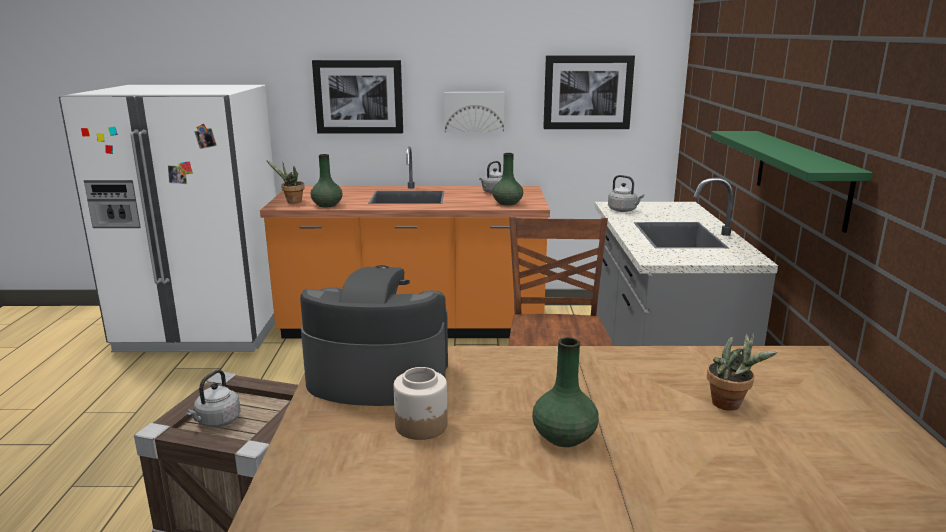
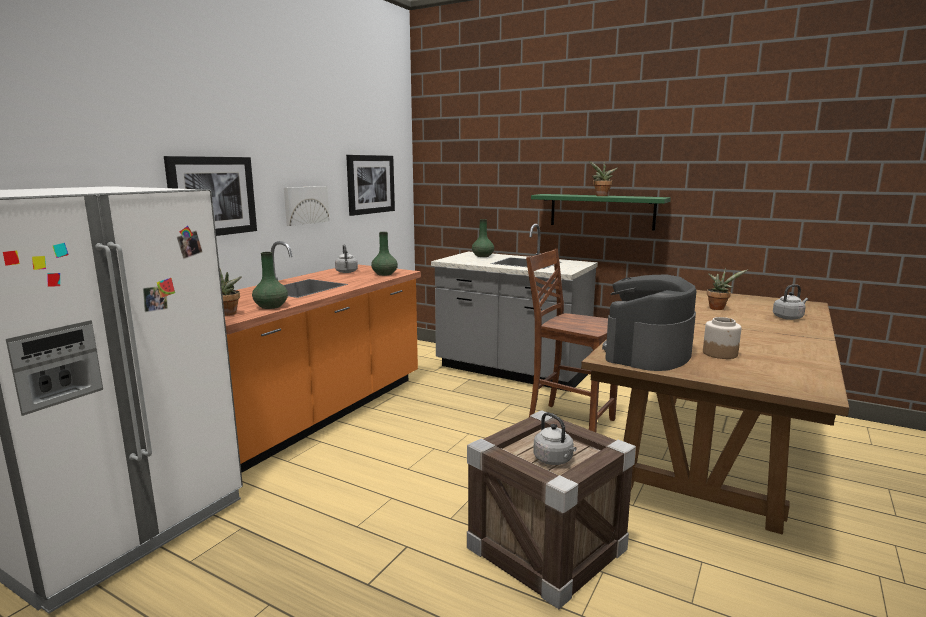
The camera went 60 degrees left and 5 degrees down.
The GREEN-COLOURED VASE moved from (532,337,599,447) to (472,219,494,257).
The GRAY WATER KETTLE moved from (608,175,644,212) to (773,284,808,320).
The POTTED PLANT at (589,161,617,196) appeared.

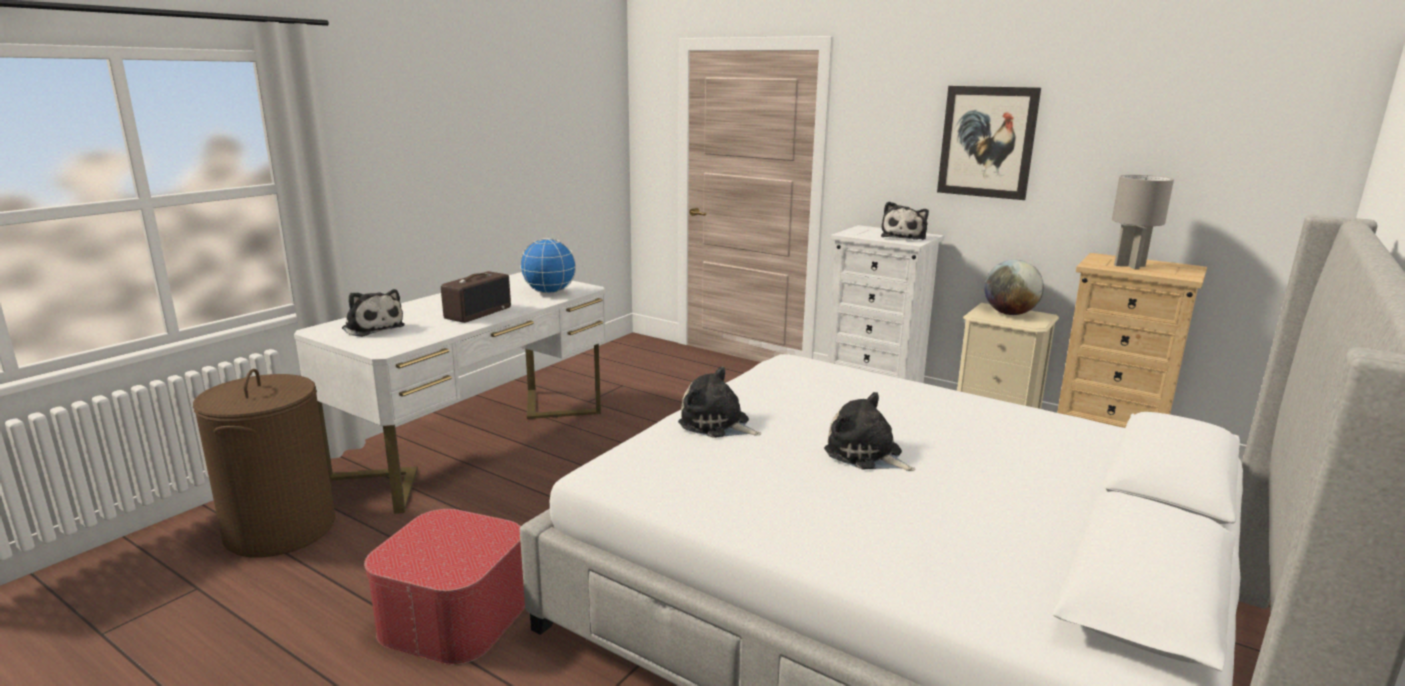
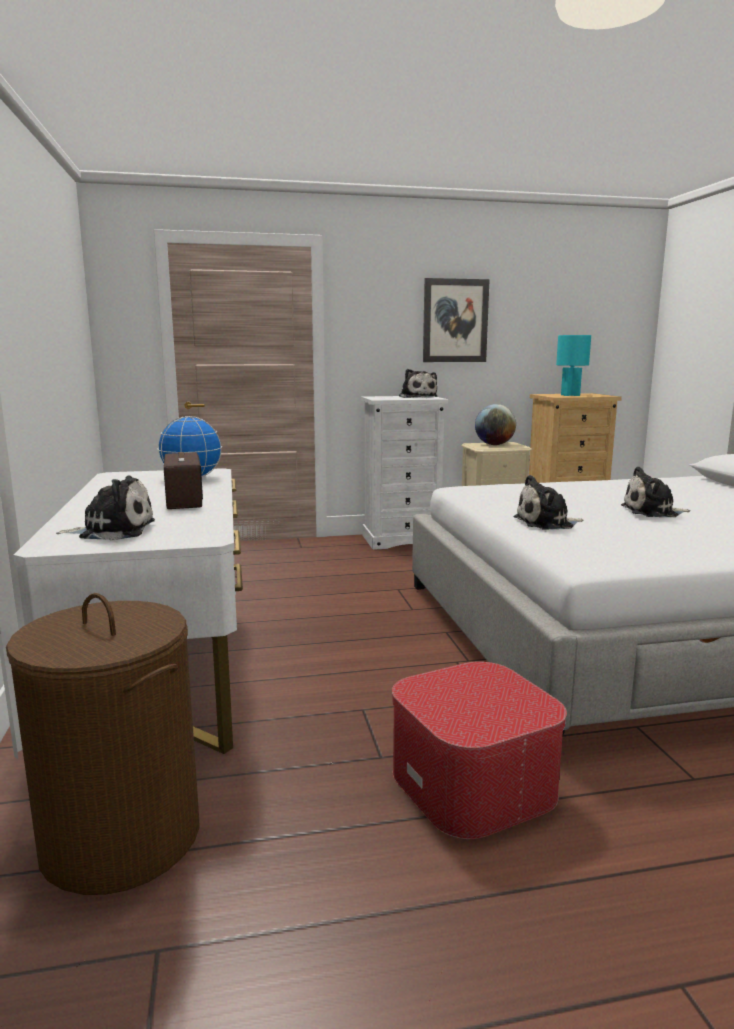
The camera went 45 degrees left and 5 degrees down.
The GRAY TABLETOP LAMP at (1112,175,1174,269) became the TURQUOISE-COLOURED TABLETOP LAMP at (556,335,591,396).

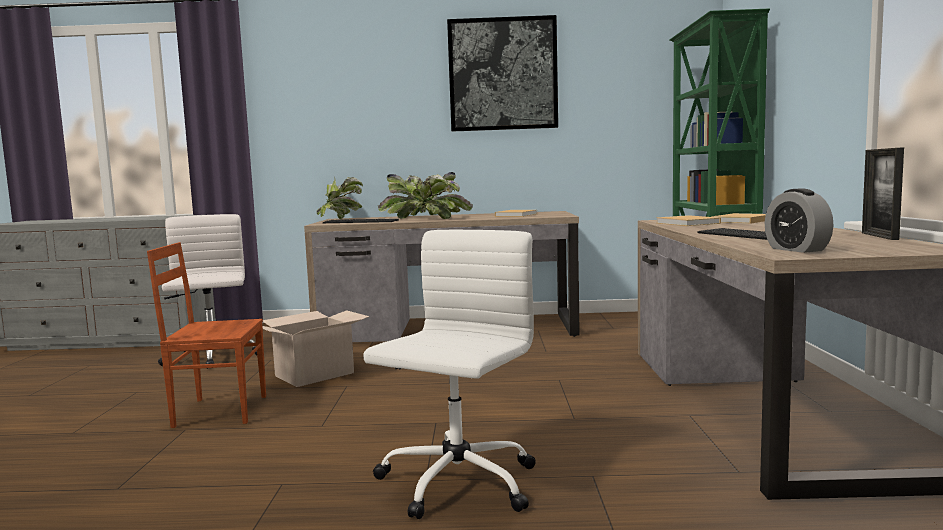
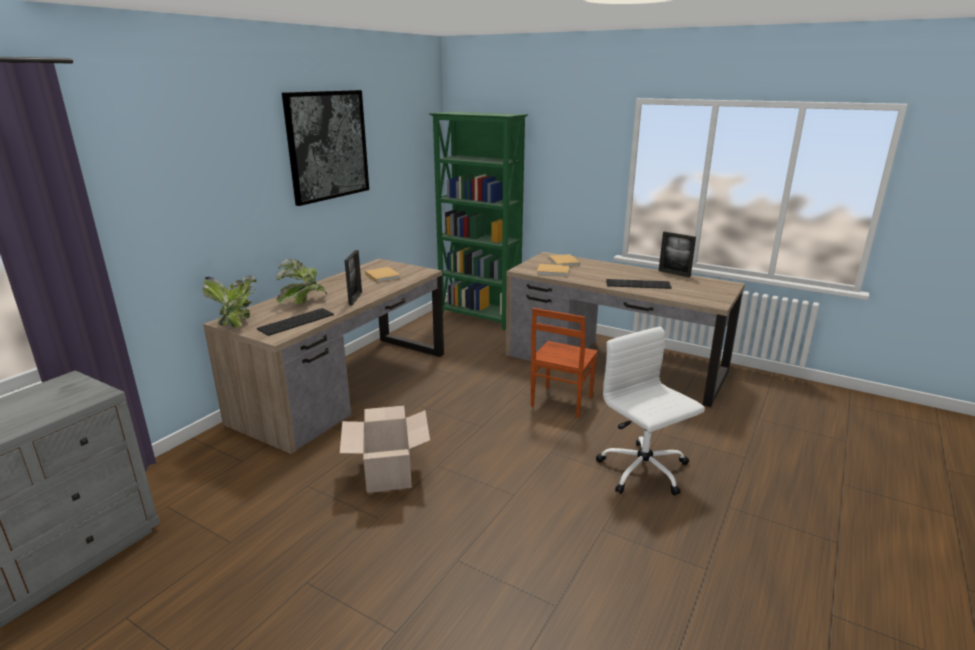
The camera went 60 degrees left and 15 degrees up.
The BROWN-COLOURED CHAIR moved from (147,242,266,428) to (531,308,598,418).
The WHITISH DESK CHAIR at (158,214,257,369) disappeared.
The POTTED PLANT at (410,172,473,219) was replaced by the PICTURE FRAME at (344,250,362,305).
The BEDSIDE CLOCK at (765,188,834,253) disappeared.

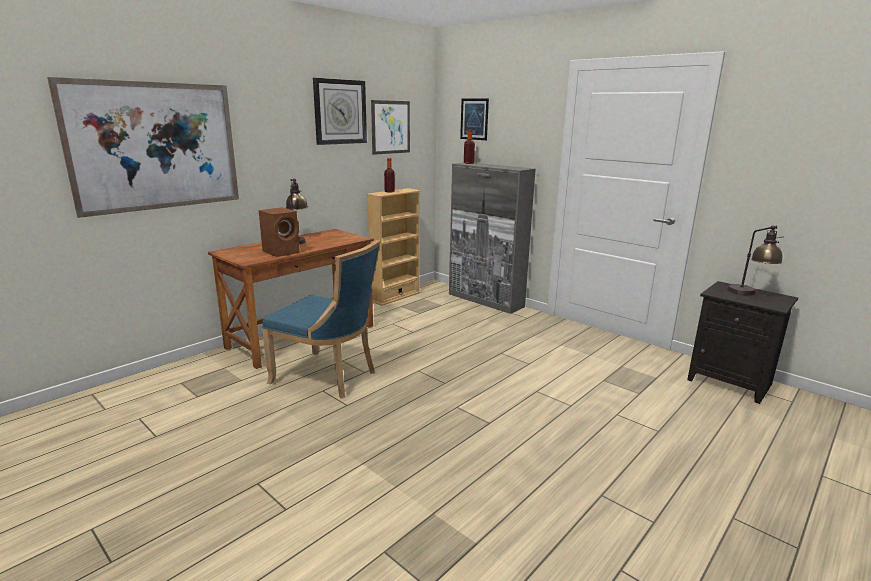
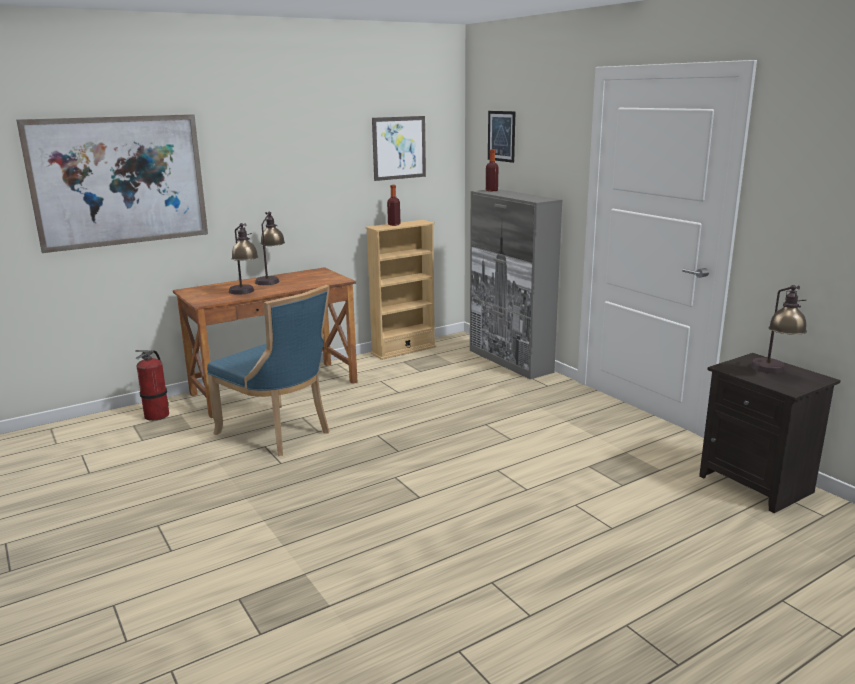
The camera went 15 degrees right and 0 degrees up.
The BROWN-COLOURED SPEAKER at (259,207,300,257) was replaced by the TABLETOP LAMP at (229,223,259,295).
The HANGING CLOCK at (313,78,367,145) disappeared.
The EXTINGUISHER at (135,350,169,421) appeared.

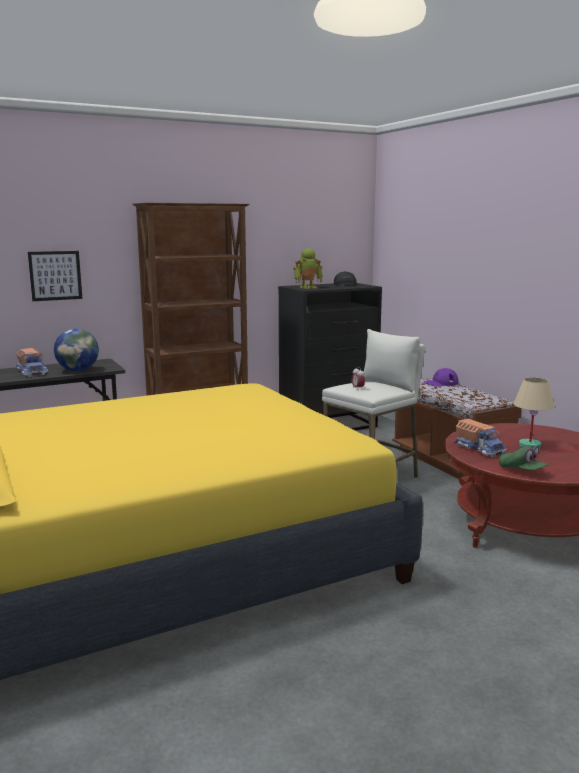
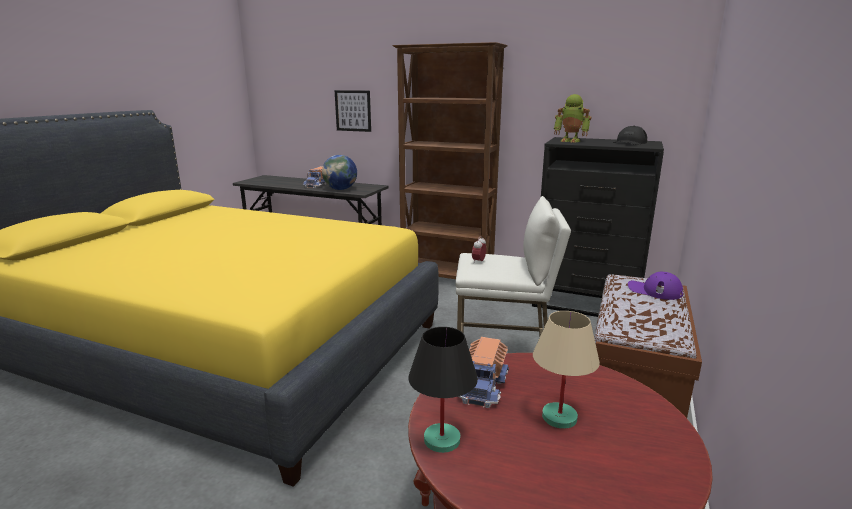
The camera went 50 degrees right and 5 degrees up.
The GREEN-COLOURED PEAKED CAP at (499,445,548,470) was replaced by the BLACK-COLOURED TABLETOP LAMP at (408,327,478,453).

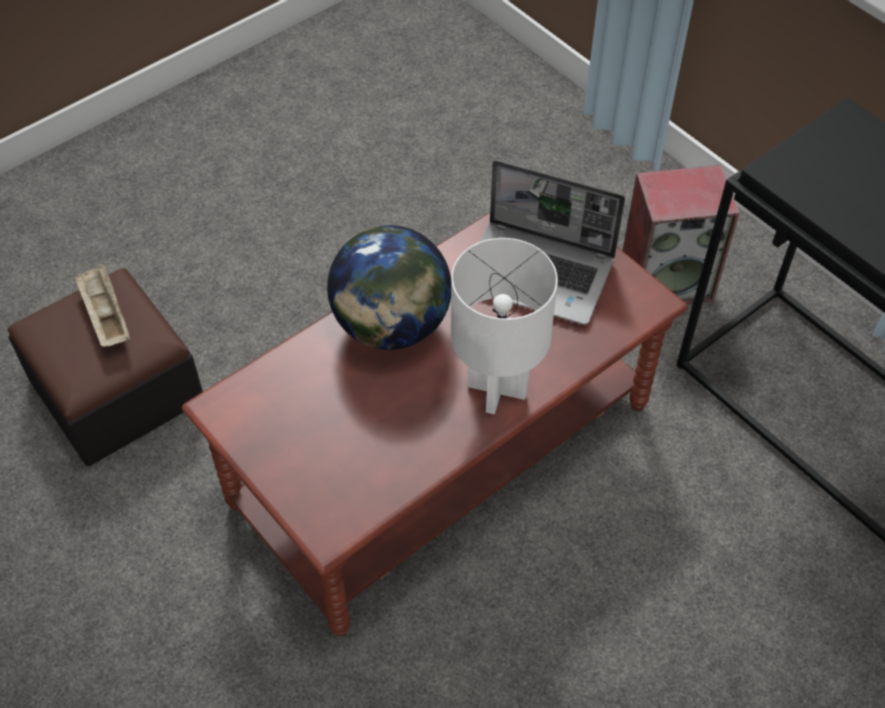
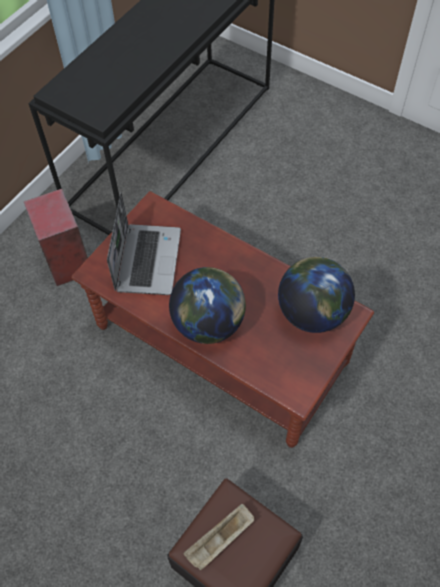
The camera went 105 degrees left and 5 degrees up.
The WHITISH TABLETOP LAMP at (451,238,558,414) disappeared.
The DESK GLOBE at (278,257,355,333) appeared.

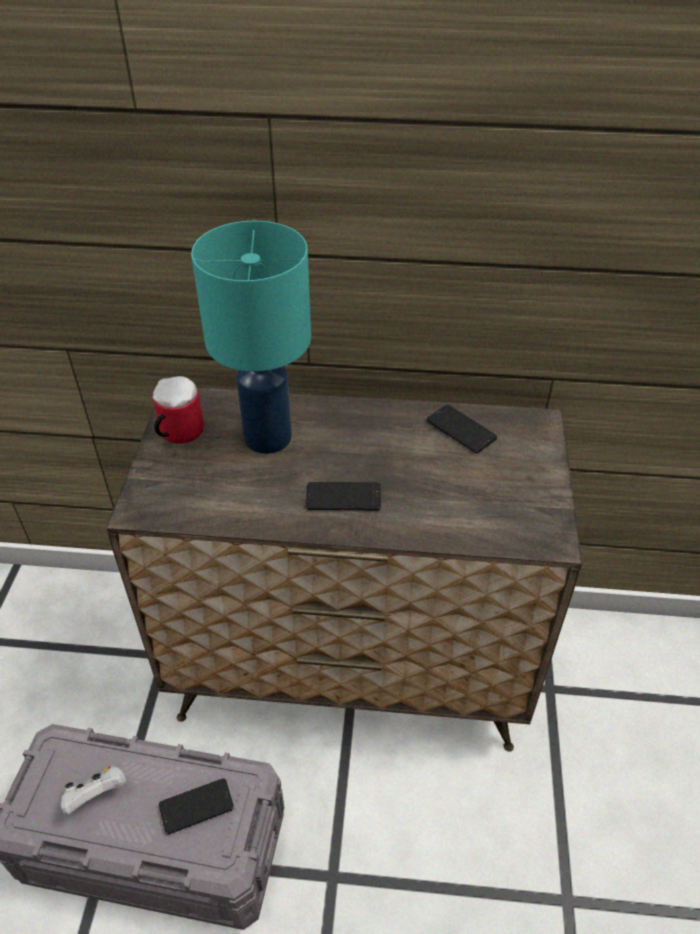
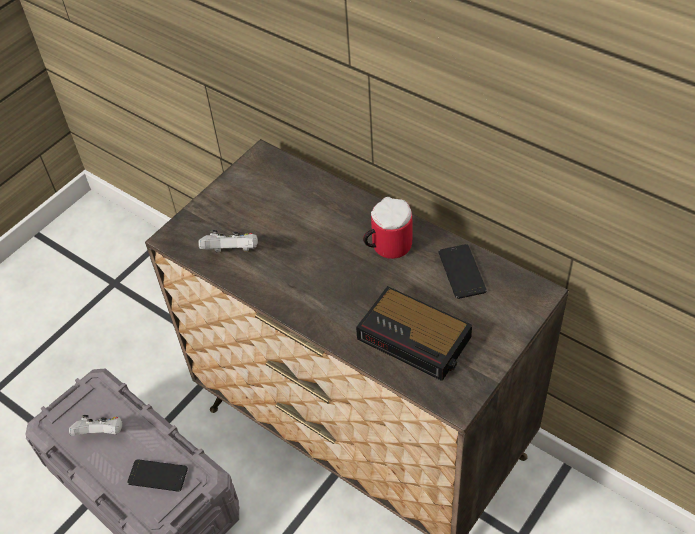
The camera went 35 degrees right and 5 degrees up.
The MUG moved from (153,376,204,444) to (363,197,413,259).
The TURQUOISE-COLOURED TABLETOP LAMP at (191,221,311,454) disappeared.
The TELEPHONE at (306,482,381,510) disappeared.
The WHITISH GAME CONTROLLER at (198,230,258,252) appeared.
The BEDSIDE CLOCK at (356,286,472,381) appeared.

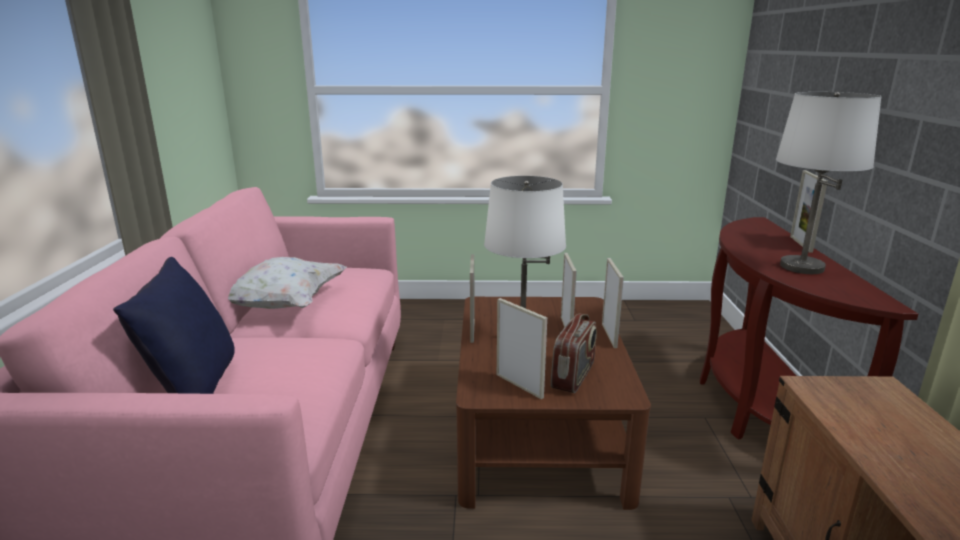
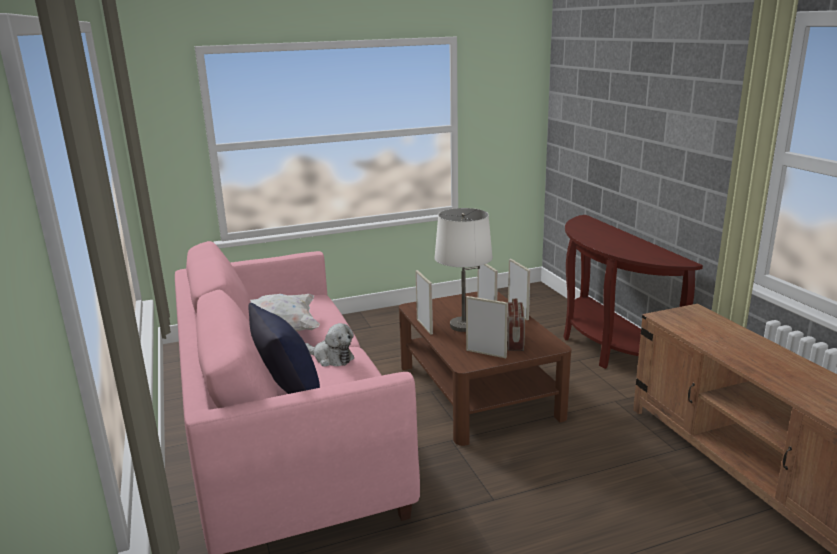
The camera went 20 degrees left and 0 degrees up.
The WHITISH TABLETOP LAMP at (776,92,882,274) disappeared.
The PICTURE FRAME at (790,170,828,252) disappeared.
The CUDDLY TOY at (306,323,354,366) appeared.

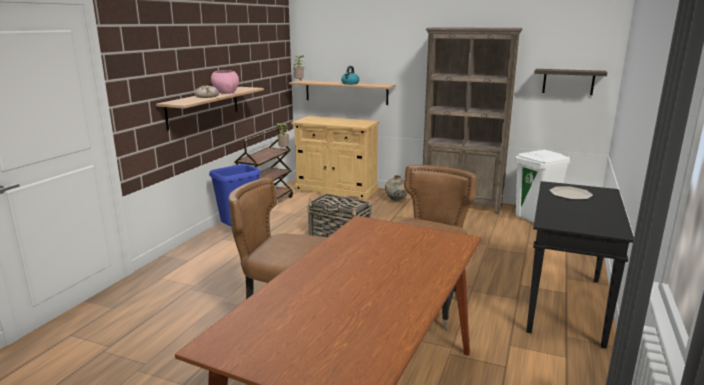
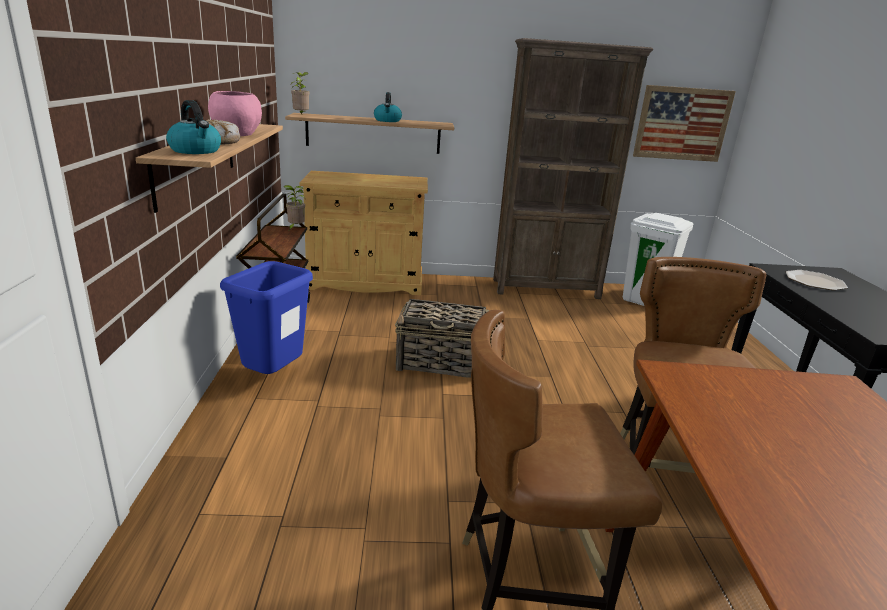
The camera went 25 degrees left and 5 degrees up.
The BEIGE VASE at (385,175,408,201) disappeared.
The WALL SHELF at (534,69,607,95) was replaced by the WALL PICTURE at (633,85,736,162).
The WATER KETTLE at (166,100,221,154) appeared.

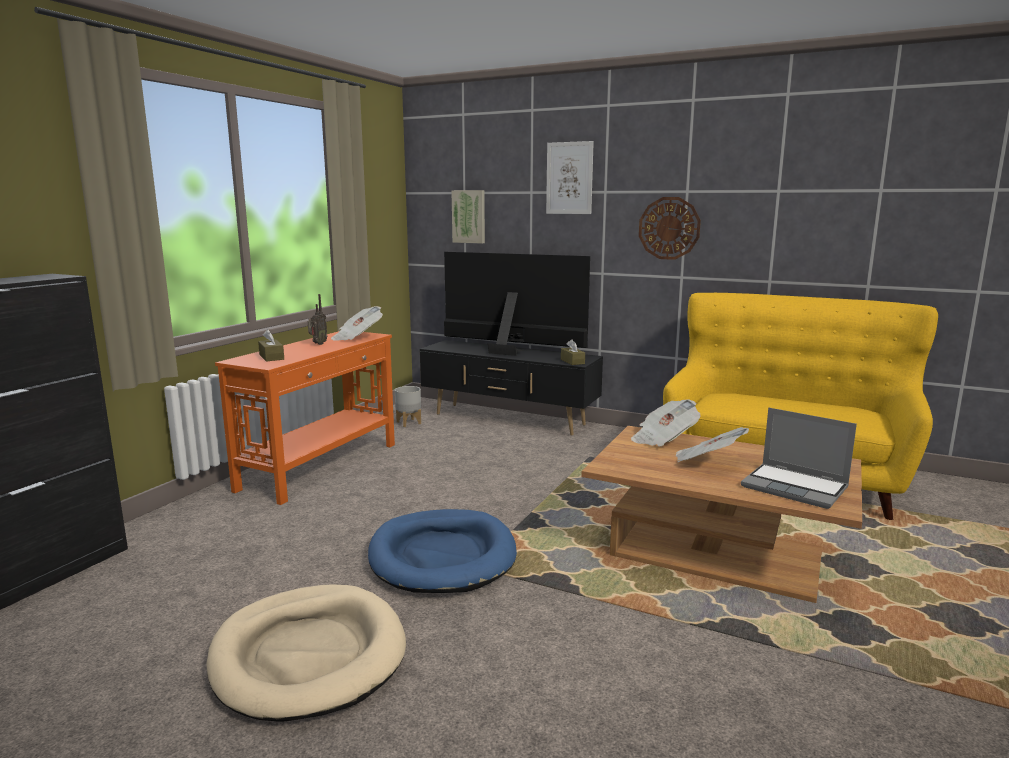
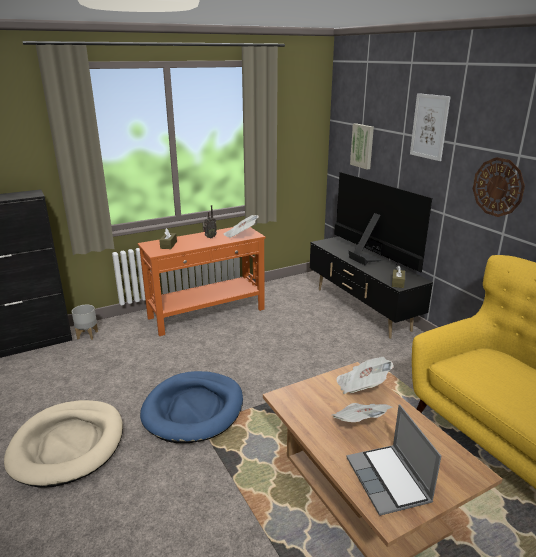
The camera went 35 degrees right and 10 degrees up.
The GRAY FLOWER POT moved from (395,386,421,427) to (72,305,98,340).

